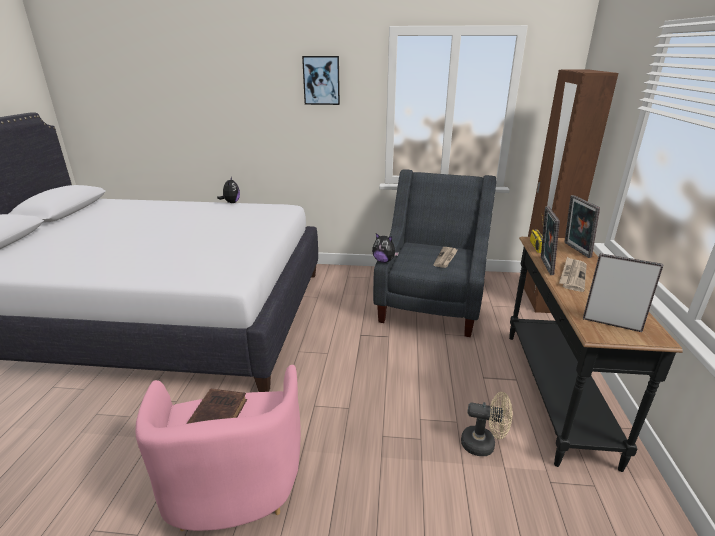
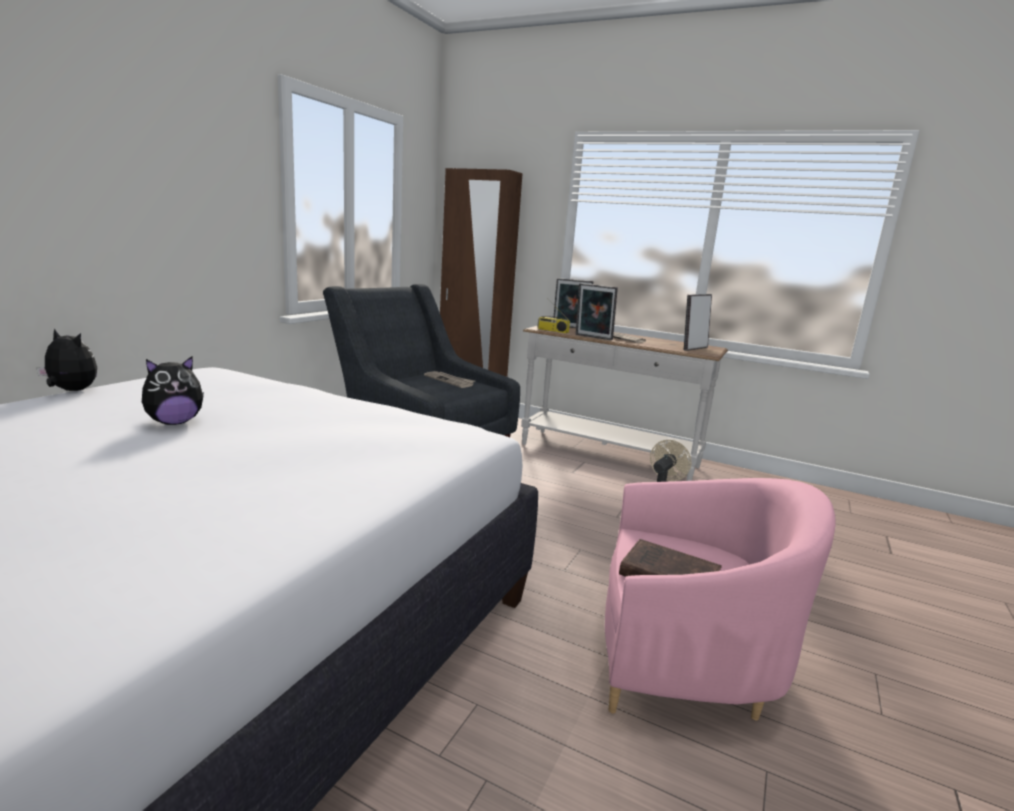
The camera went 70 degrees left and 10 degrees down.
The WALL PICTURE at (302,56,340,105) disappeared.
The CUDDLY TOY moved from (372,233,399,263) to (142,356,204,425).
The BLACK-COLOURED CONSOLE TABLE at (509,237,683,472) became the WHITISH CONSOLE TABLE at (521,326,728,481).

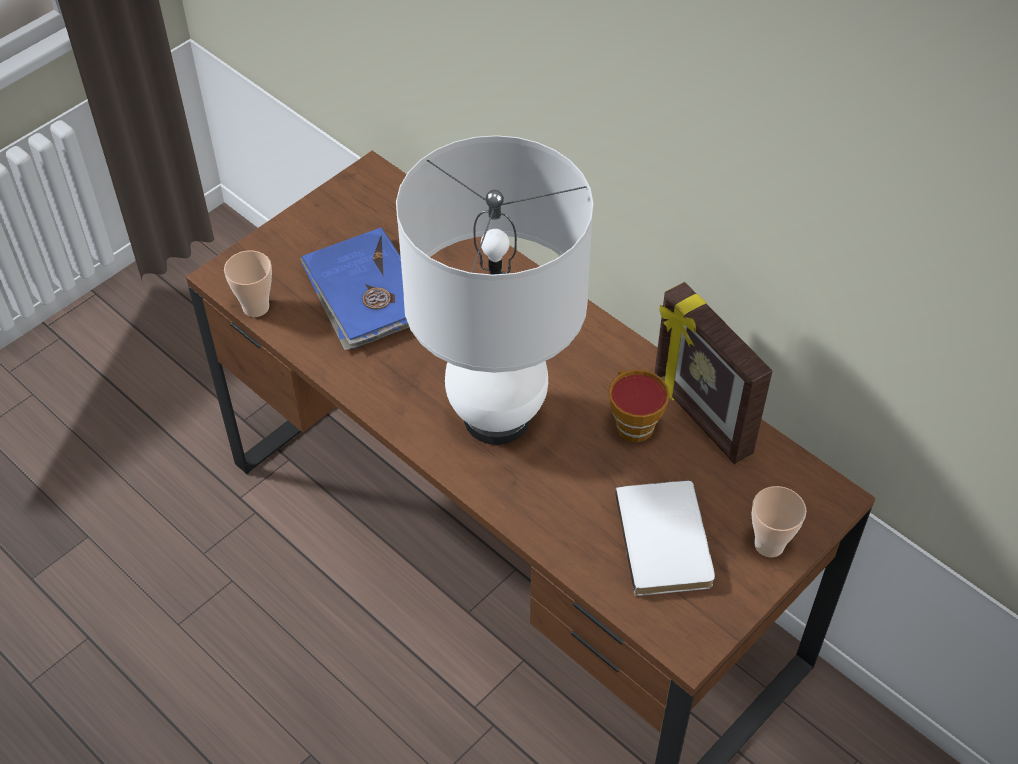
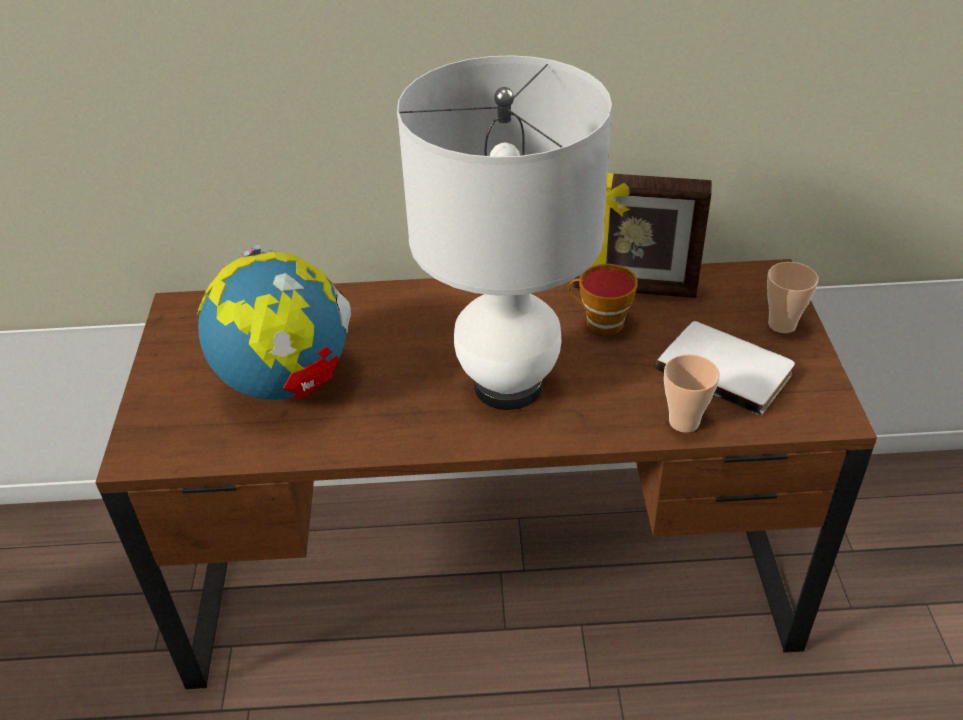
The camera went 45 degrees left and 10 degrees down.
The SMALL CUP moved from (224,251,272,317) to (664,354,720,433).
The BLUE-COLOURED BOOK at (300,227,409,350) was replaced by the DESK GLOBE at (197,245,351,400).

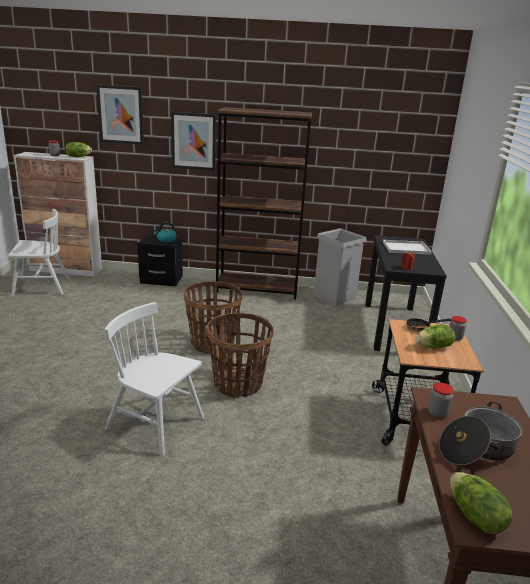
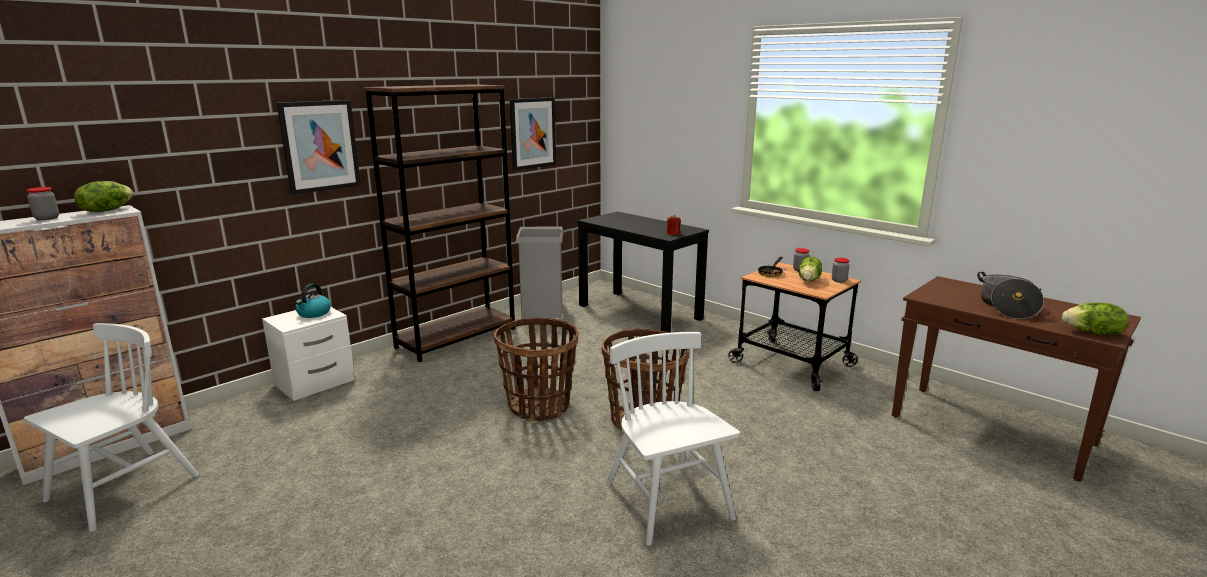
The camera went 50 degrees left and 5 degrees down.
The WALL PICTURE moved from (96,85,144,145) to (510,97,556,170).
The WHITISH CHAIR at (105,302,204,456) turned 90 degrees clockwise.
The BLACK-COLOURED BEDSIDE TABLE at (138,234,183,286) became the WHITISH BEDSIDE TABLE at (262,307,354,401).
The WHITISH CARRYING TRAY at (383,240,432,255) disappeared.
The JAR moved from (428,383,454,418) to (832,258,850,283).

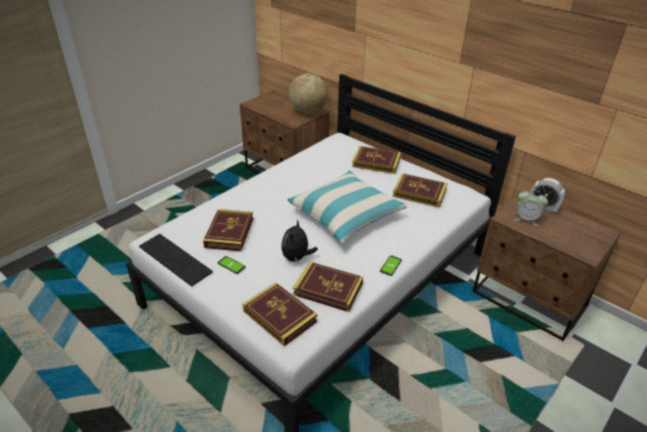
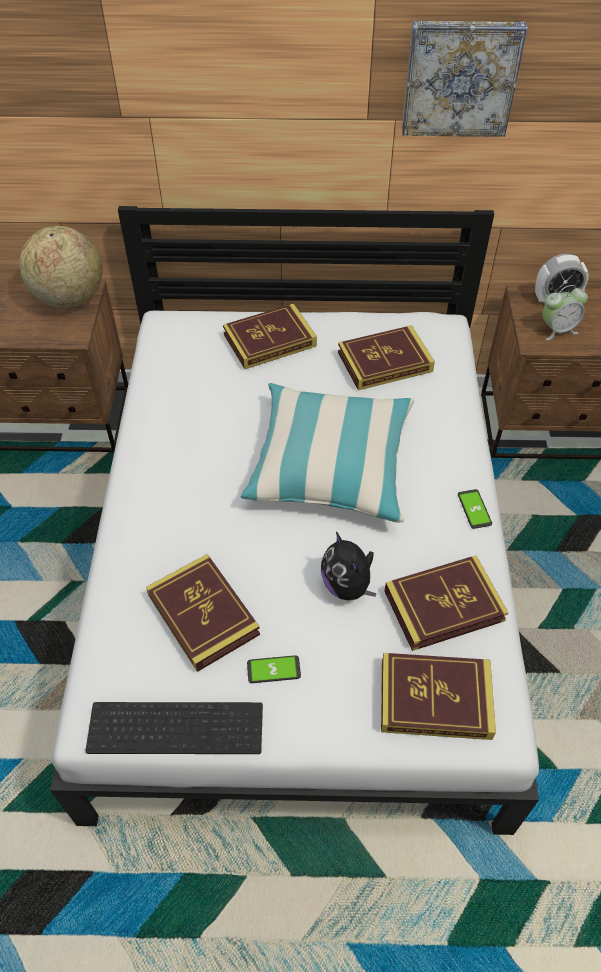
The camera went 40 degrees left and 15 degrees up.
The WALL PICTURE at (402,21,527,137) appeared.

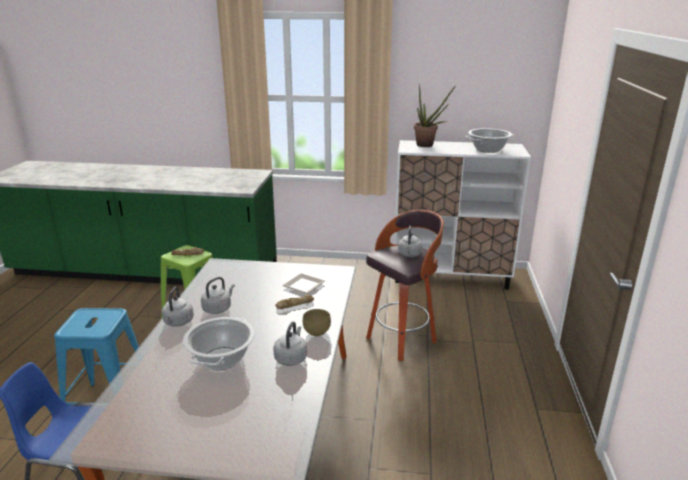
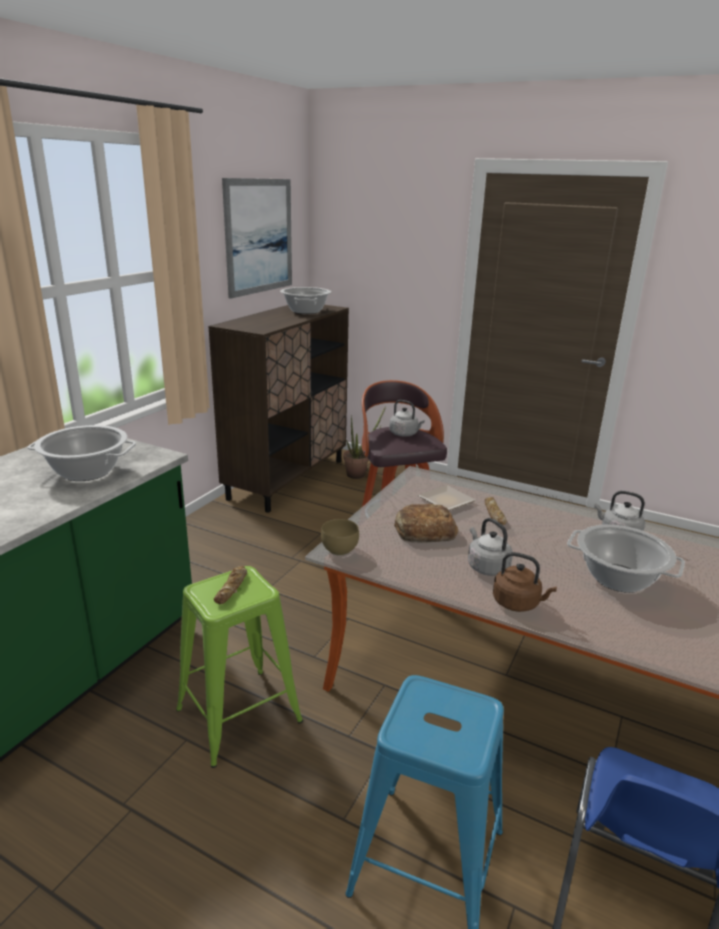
The camera went 70 degrees left and 0 degrees up.
The GRAY WATER KETTLE at (162,287,194,327) became the BROWN-COLOURED WATER KETTLE at (493,552,557,612).
The BROWN-COLOURED SERVING BOWL moved from (303,309,331,336) to (321,519,359,556).
The WHITISH STORAGE CABINET at (394,140,531,290) became the BROWN-COLOURED STORAGE CABINET at (208,305,349,513).
The POTTED PLANT moved from (414,84,456,147) to (343,406,386,479).
The COOKING POT at (27,425,136,481) appeared.
The WALL PICTURE at (222,178,292,299) appeared.
The BAKERY BREAD at (394,504,458,543) appeared.

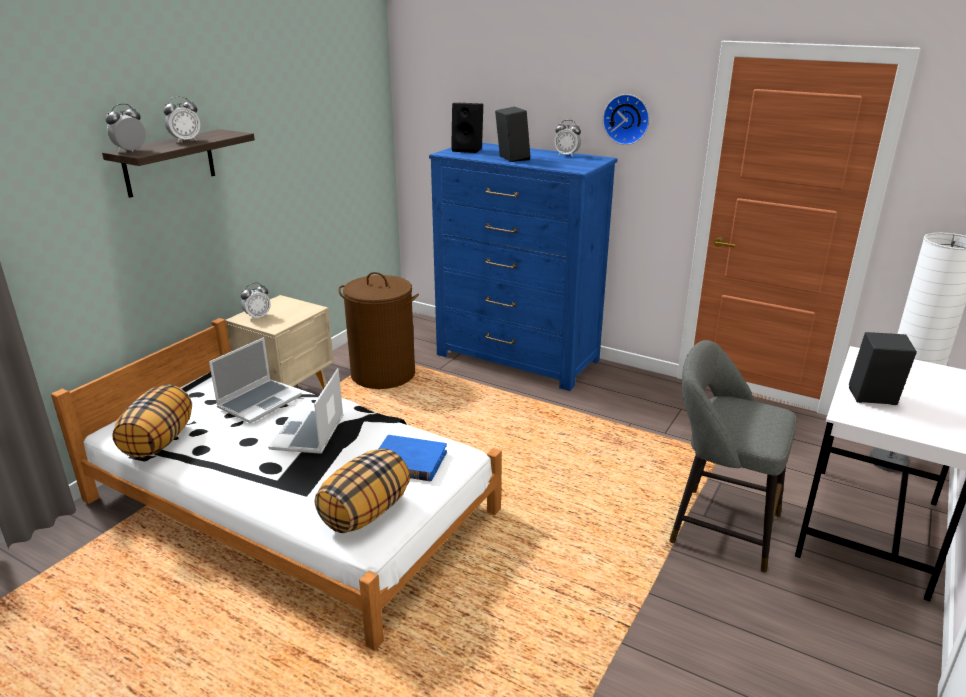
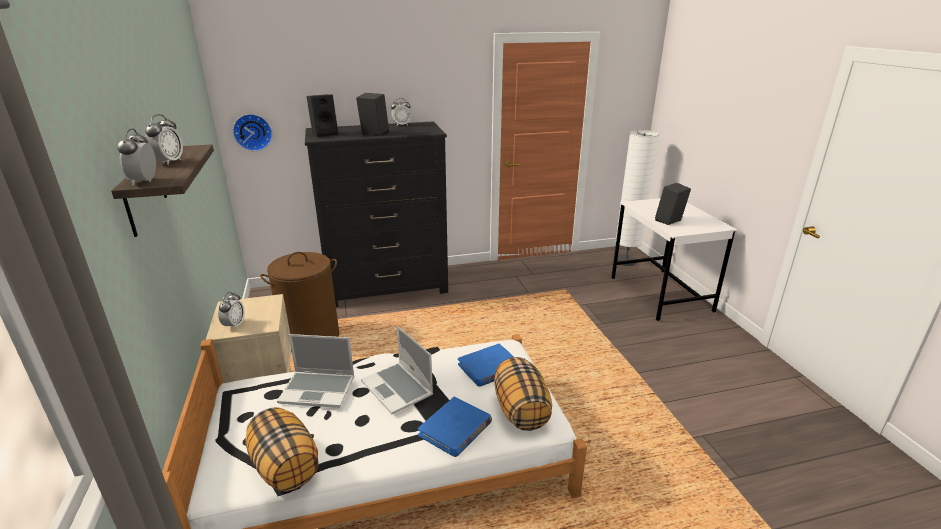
The camera went 45 degrees left and 0 degrees up.
The NOTEBOOK COMPUTER at (209,337,302,423) turned 105 degrees clockwise.
The BLUE-COLOURED DRESSER at (429,143,617,391) became the BLACK-COLOURED DRESSER at (305,121,448,307).
The HANGING CLOCK moved from (603,94,650,145) to (233,114,272,151).
The GRAY STOOL SEAT at (669,340,796,573) disappeared.
The BLUE-COLOURED BOOK at (418,397,492,457) appeared.

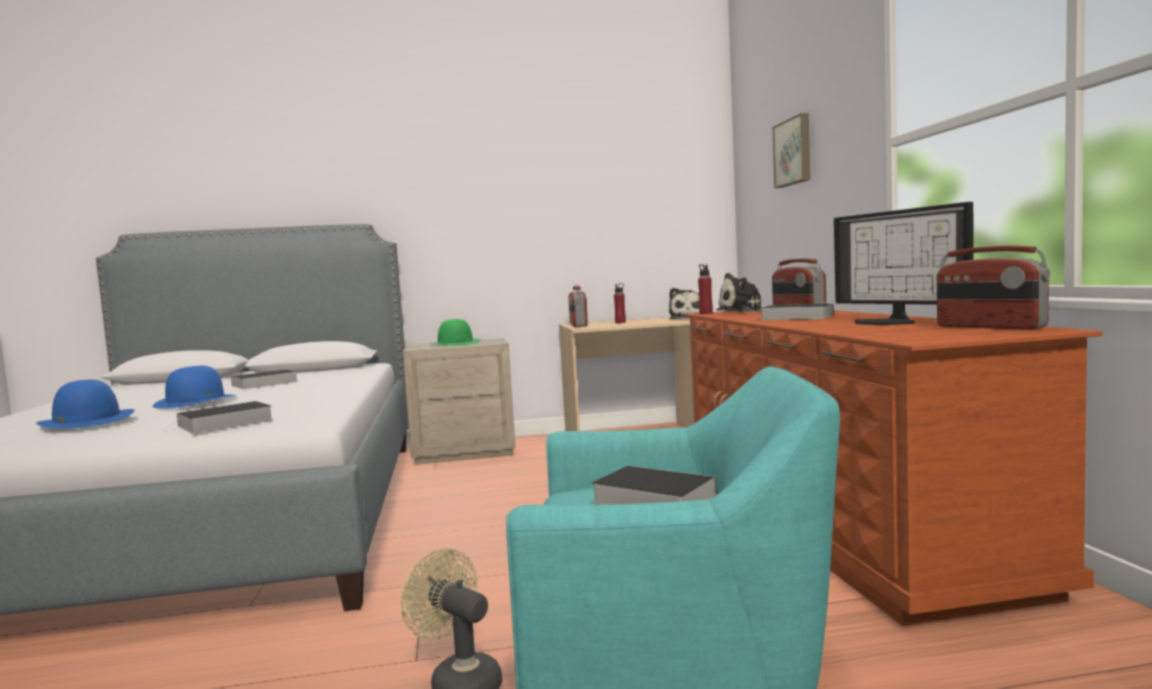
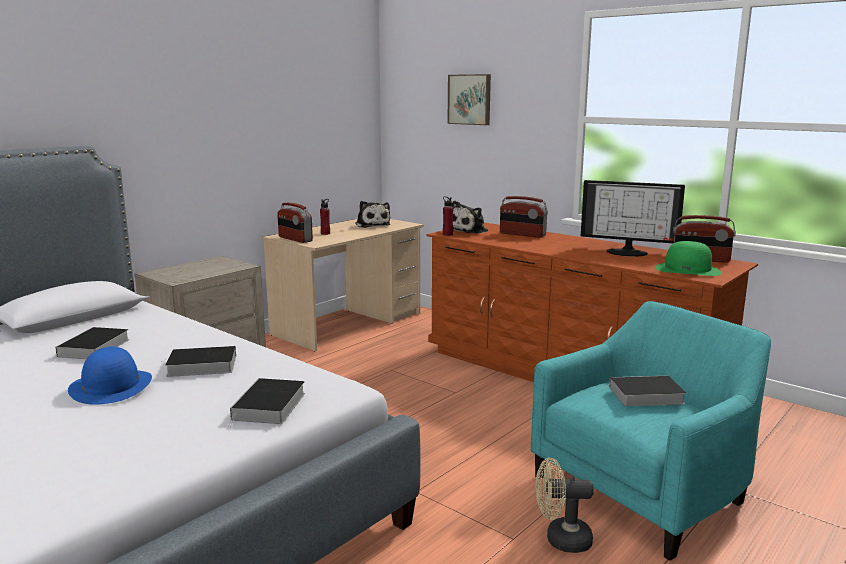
The camera went 40 degrees left and 10 degrees up.
The BLUE-COLOURED WEARABLE HAT at (36,380,135,429) disappeared.
The GREEN-COLOURED WEARABLE HAT moved from (432,319,481,346) to (655,241,722,276).
The BOOK moved from (760,304,834,320) to (161,346,236,377).

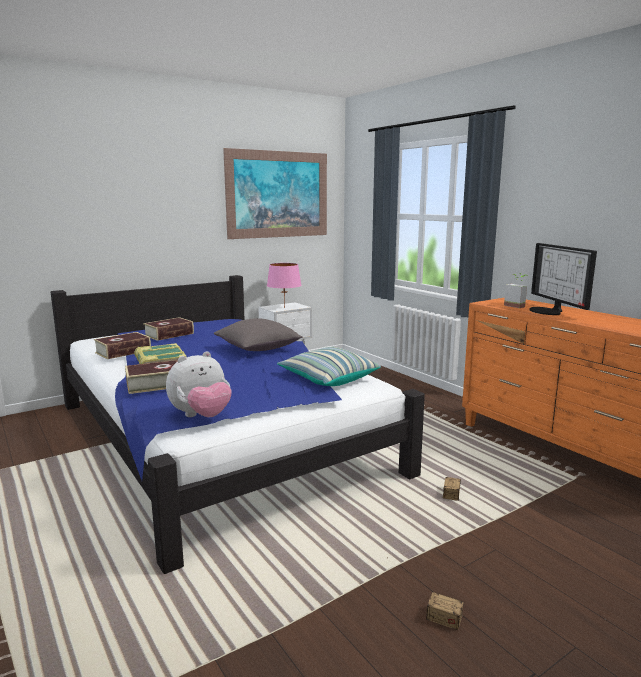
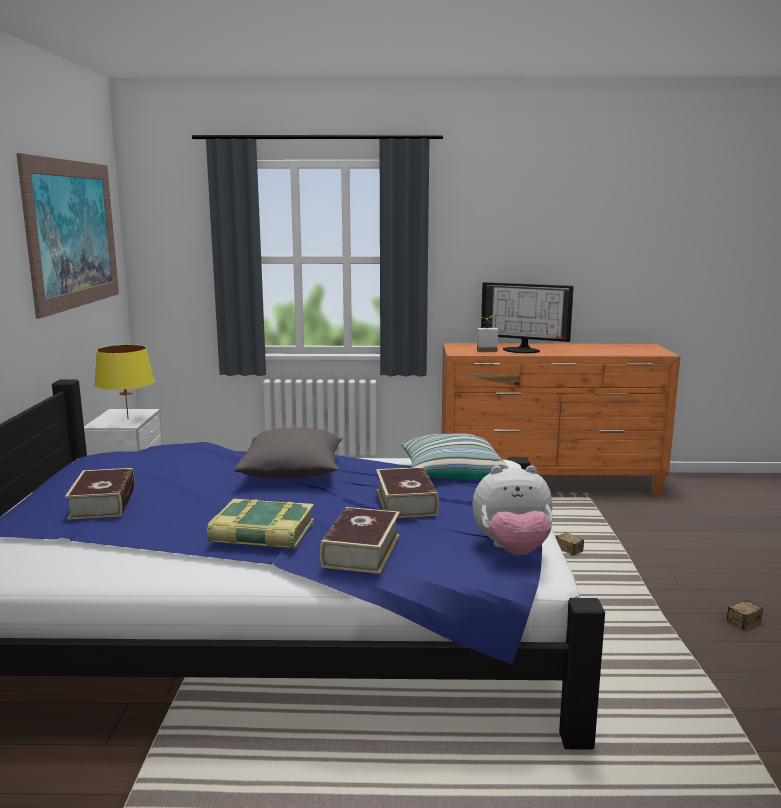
The camera went 55 degrees left and 0 degrees up.
The BOOK moved from (94,332,151,359) to (376,467,439,518).
The CUDDLY TOY at (166,351,232,417) turned 90 degrees clockwise.
The PINKISH TABLETOP LAMP at (267,263,302,308) became the YELLOW TABLETOP LAMP at (94,345,155,419).

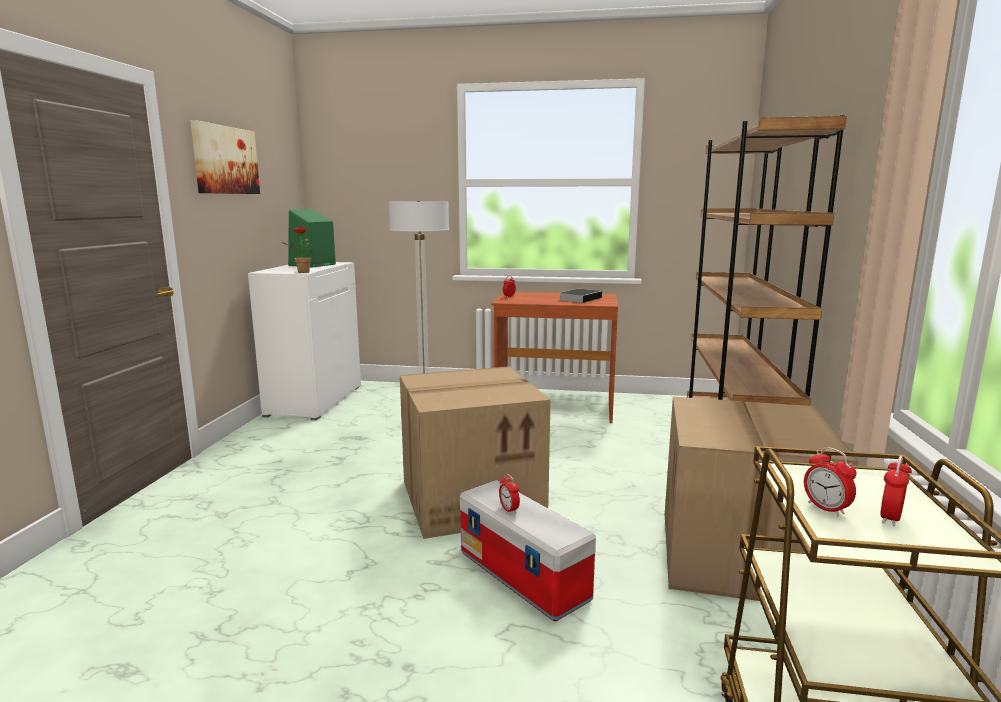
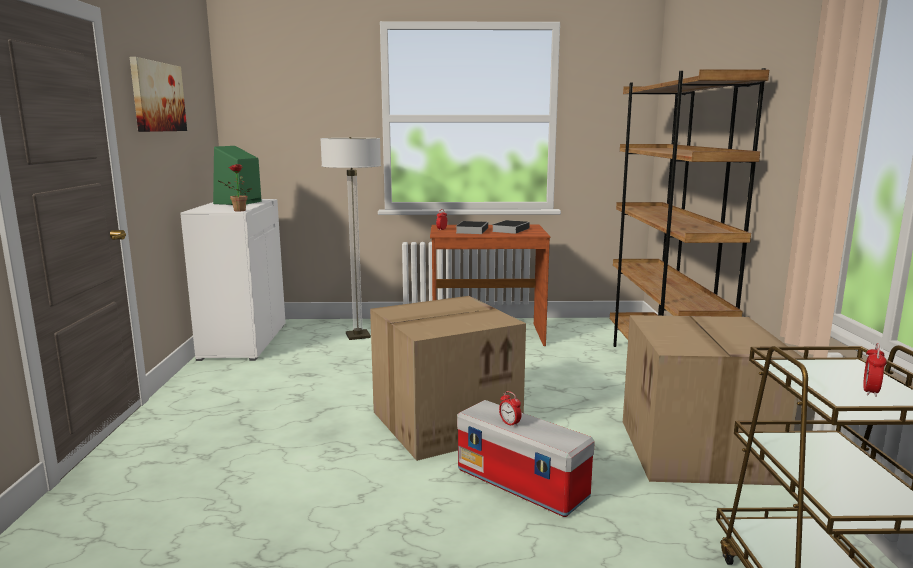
The camera went 10 degrees left and 0 degrees up.
The BEDSIDE CLOCK at (804,447,857,516) disappeared.
The BOOK at (456,221,488,234) appeared.

